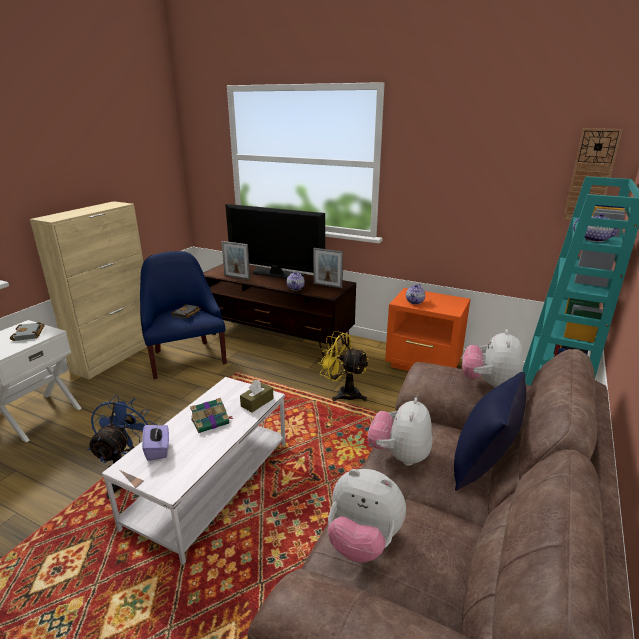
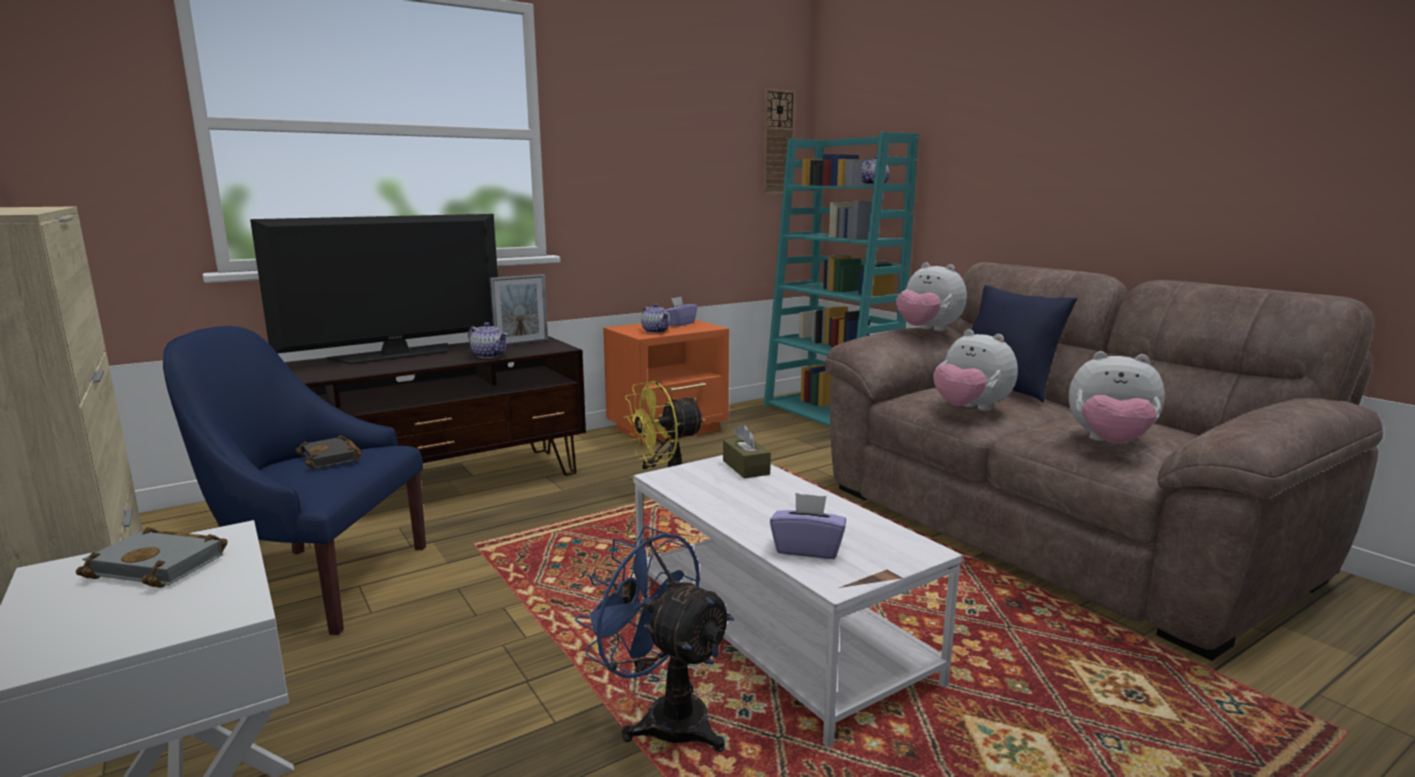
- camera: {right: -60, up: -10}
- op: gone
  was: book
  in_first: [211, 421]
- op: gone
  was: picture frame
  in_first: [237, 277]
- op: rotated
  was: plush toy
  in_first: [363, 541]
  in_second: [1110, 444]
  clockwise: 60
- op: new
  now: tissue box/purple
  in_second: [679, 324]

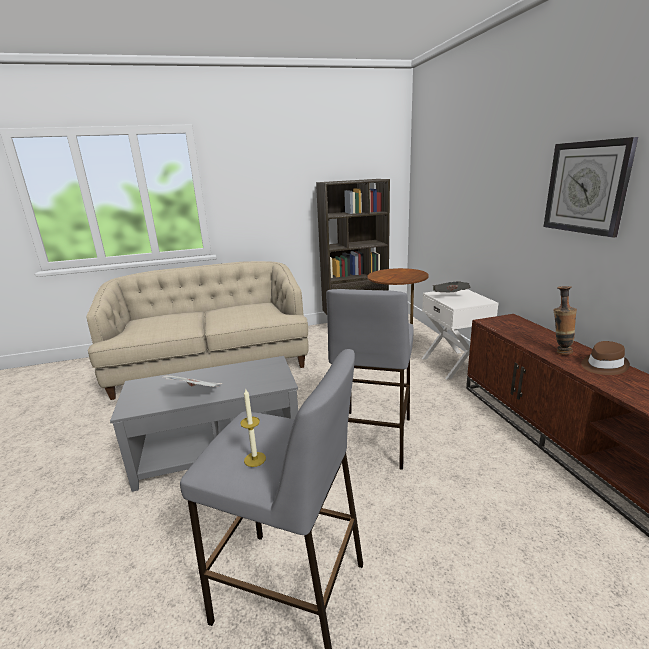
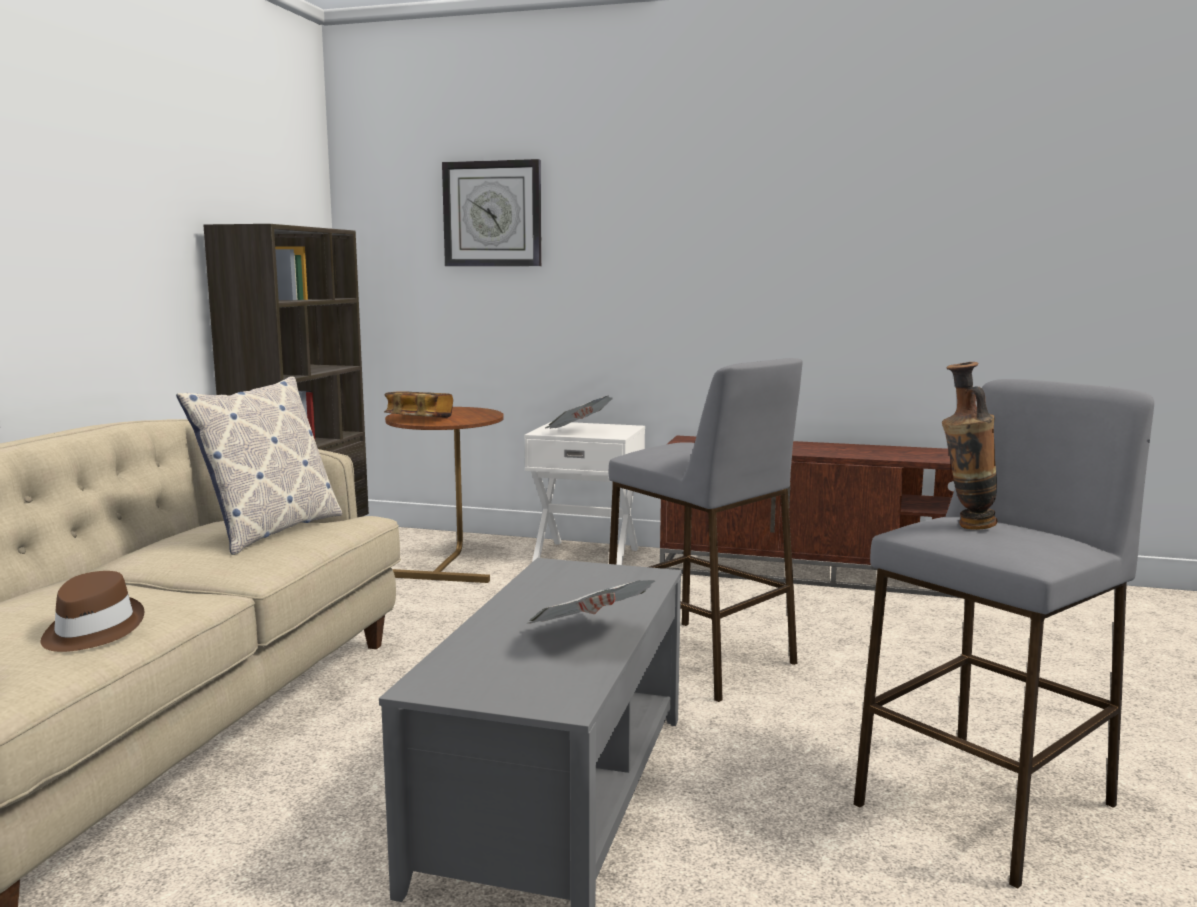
- camera: {right: -60, up: -10}
- op: gone
  was: candle
  in_first: [255, 459]
- op: shifted
  was: wall clock
  in_first: [586, 187]
  in_second: [492, 214]
- op: shifted
  was: vase
  in_first: [559, 351]
  in_second: [964, 526]
- op: shifted
  was: hat/brown
  in_first: [603, 365]
  in_second: [91, 630]
- op: new
  now: pillow
  in_second: [271, 531]
- op: new
  now: book
  in_second: [419, 419]

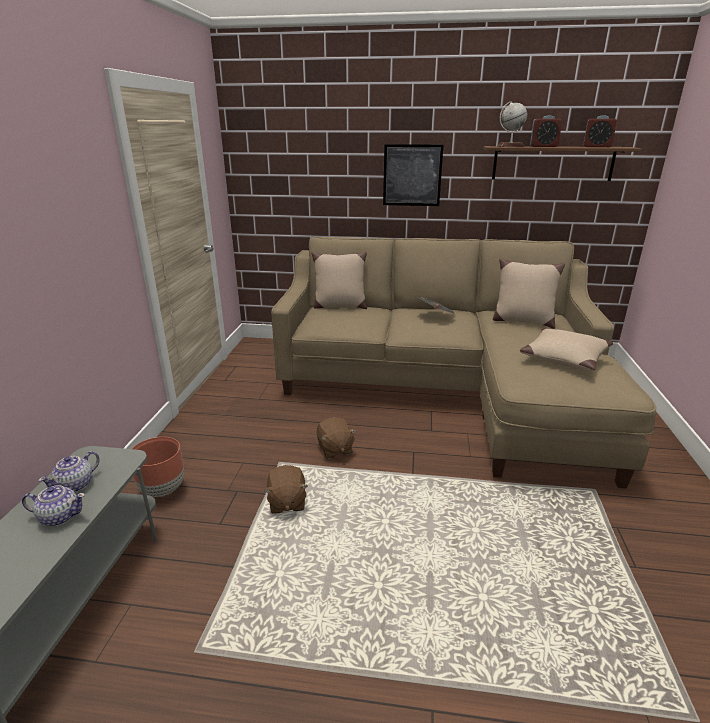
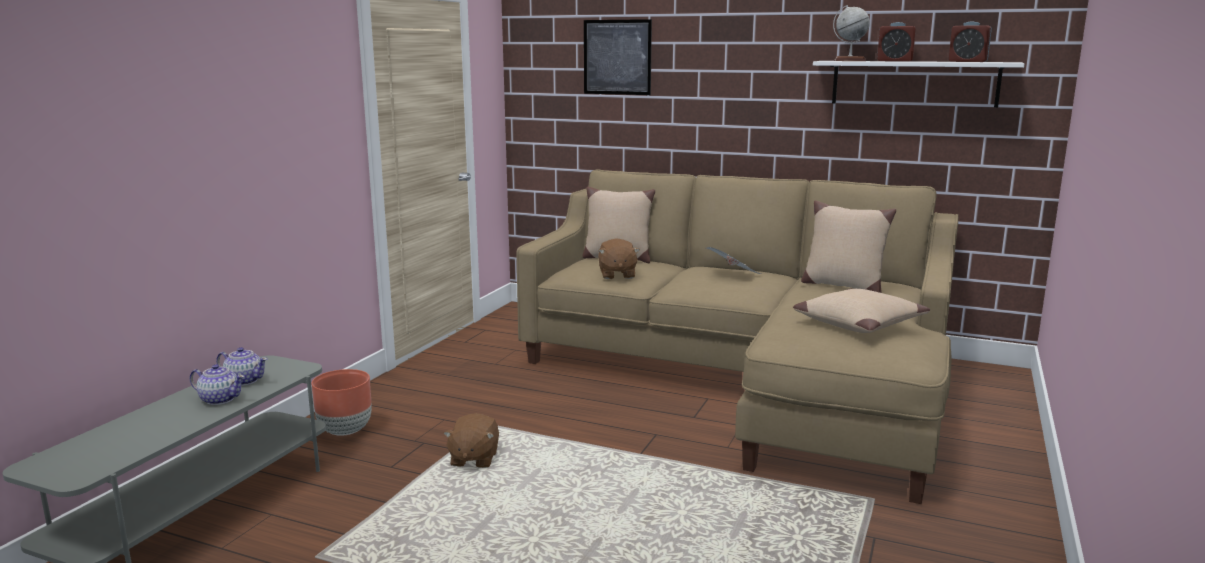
- camera: {right: 15, up: -10}
- op: rotated
  was: teapot
  in_first: [76, 485]
  in_second: [244, 381]
  clockwise: -120
- op: shifted
  was: plush toy/brown
  in_first: [335, 449]
  in_second: [617, 275]
- op: shifted
  was: picture
  in_first: [412, 175]
  in_second: [617, 57]
- op: repainted
  was: shelf/brown
  now: shelf/white
  in_first: [552, 163]
  in_second: [914, 83]

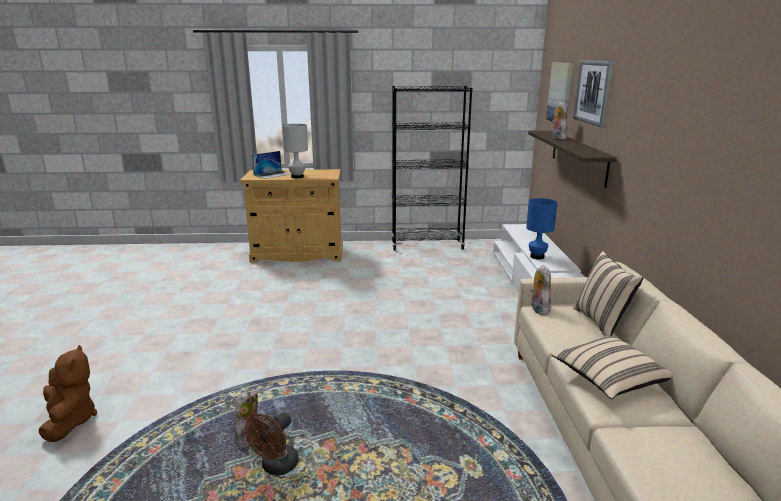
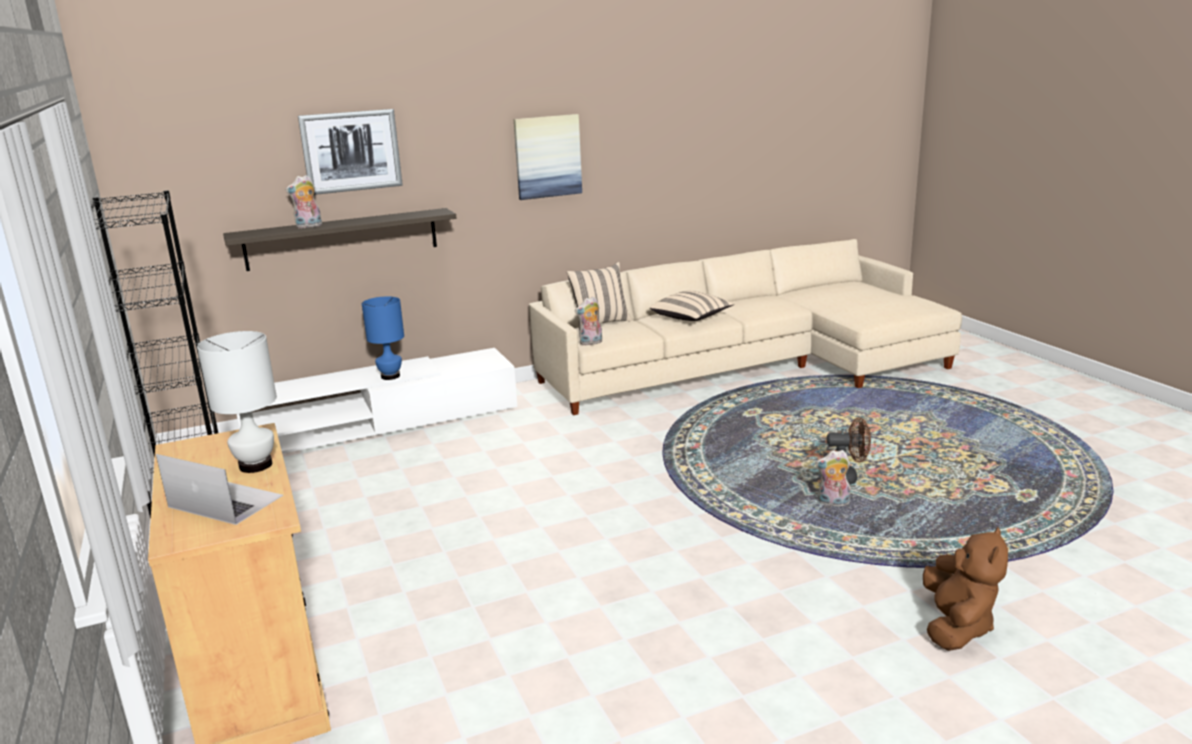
- camera: {right: -110, up: 0}
- op: rotated
  was: plush toy/brown
  in_first: [70, 421]
  in_second: [956, 626]
  clockwise: 150
- op: shifted
  was: picture
  in_first: [560, 93]
  in_second: [547, 156]

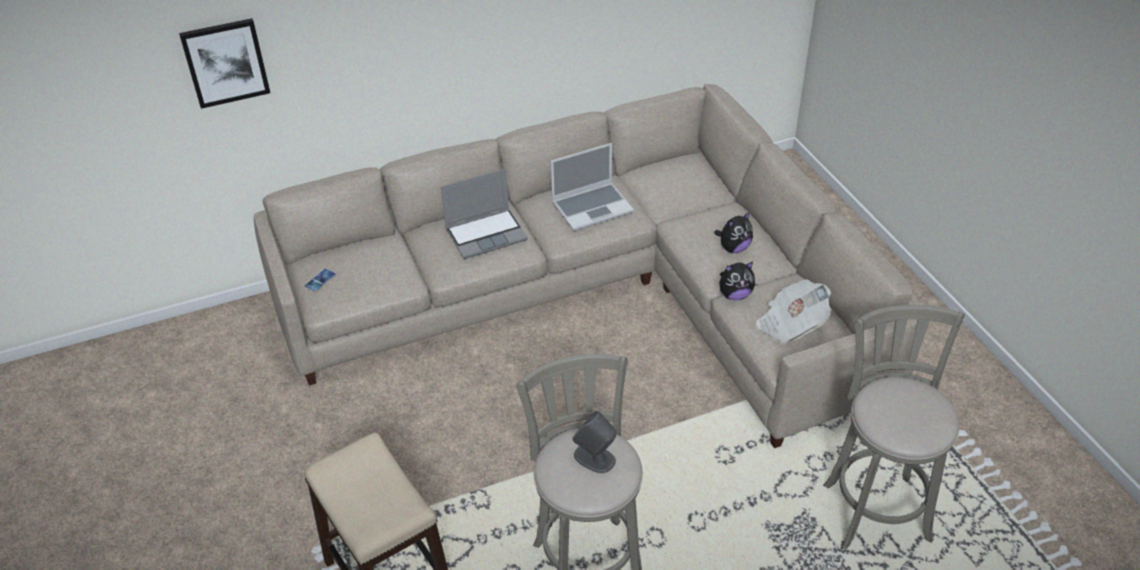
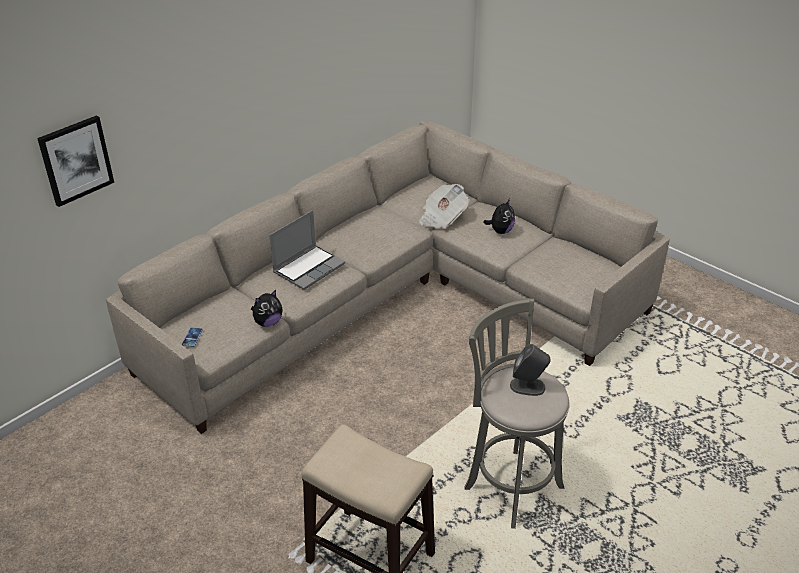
- camera: {right: -25, up: -5}
- op: gone
  was: laptop
  in_first: [592, 207]
- op: shifted
  was: plush toy
  in_first: [734, 295]
  in_second: [268, 322]
- op: shifted
  was: newspaper
  in_first: [791, 324]
  in_second: [442, 218]
- op: gone
  was: stool/grey
  in_first: [875, 507]

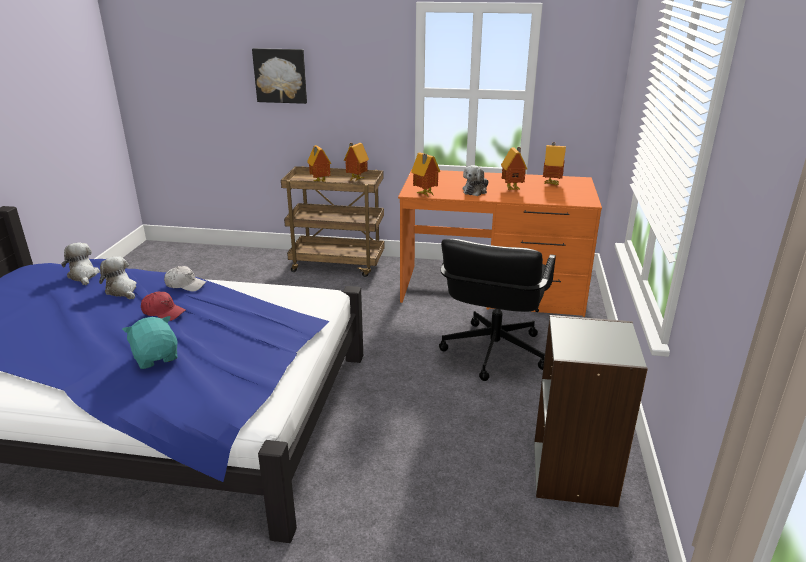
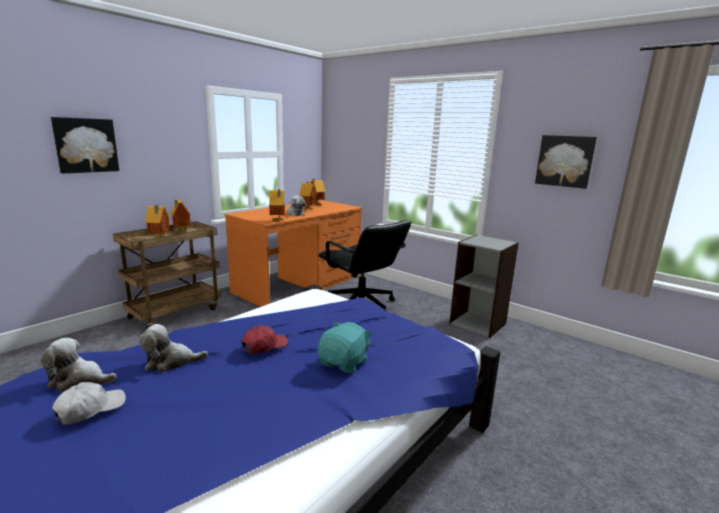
- camera: {right: -60, up: -10}
- op: rotated
  was: plush toy/turquoise
  in_first: [156, 357]
  in_second: [344, 363]
  clockwise: 120
- op: shifted
  was: cap/white
  in_first: [185, 285]
  in_second: [90, 409]
- op: new
  now: picture
  in_second: [565, 161]

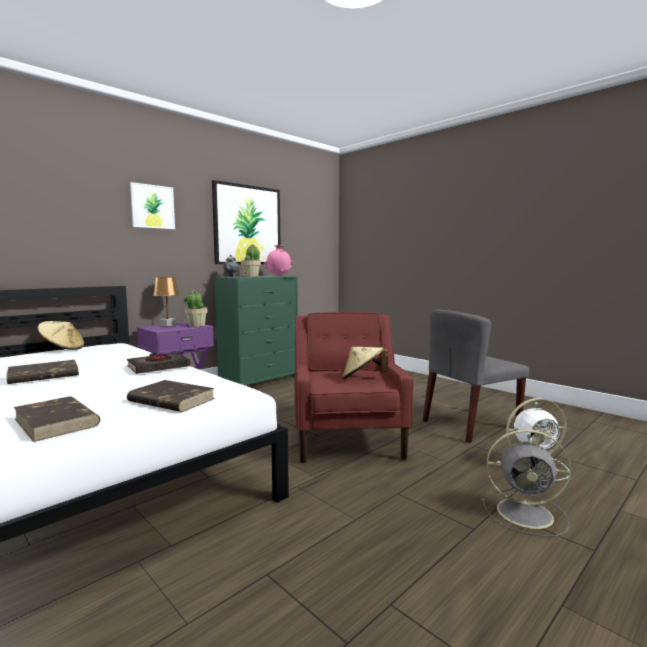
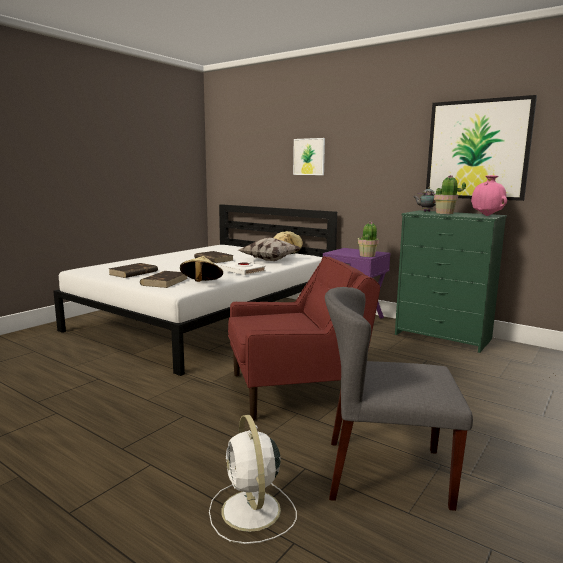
- camera: {right: 80, up: 5}
- op: repainted
  was: book/black
  now: book/white
  in_first: [158, 367]
  in_second: [243, 271]
- op: shifted
  was: picture
  in_first: [152, 206]
  in_second: [309, 156]
- op: gone
  was: table lamp/brown
  in_first: [167, 325]
- op: shifted
  was: hat/beige
  in_first: [363, 378]
  in_second: [201, 284]
- op: rotated
  was: chair/grey
  in_first: [470, 425]
  in_second: [385, 473]
  clockwise: -45
- op: gone
  was: fan/grey
  in_first: [527, 513]
- op: new
  now: pillow
  in_second: [269, 260]

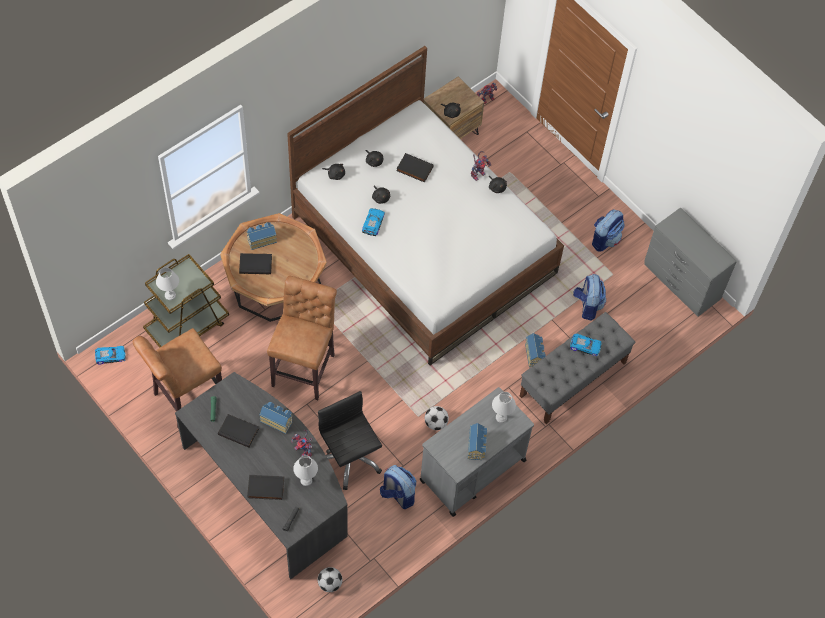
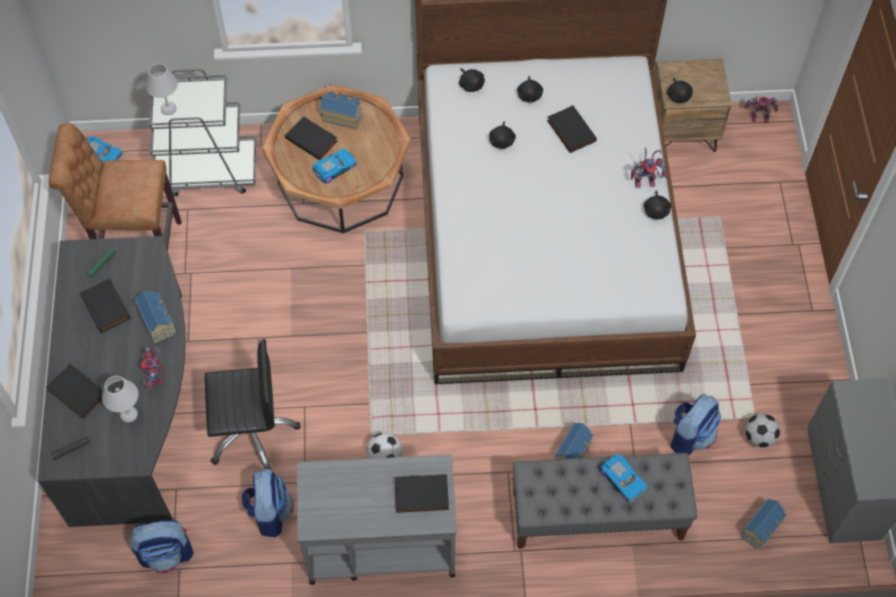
- camera: {right: 40, up: 0}
- op: repainted
  was: cart/brown
  now: cart/grey
  in_first: [187, 325]
  in_second: [207, 170]
- op: gone
  was: stool/brown
  in_first: [305, 367]
- op: rotated
  was: office chair/black
  in_first: [349, 458]
  in_second: [251, 431]
  clockwise: 75
- op: shifted
  was: football
  in_first: [330, 583]
  in_second: [759, 437]
- op: shifted
  was: toy car
  in_first: [372, 223]
  in_second: [334, 167]
- op: shifted
  was: toy house
  in_first: [477, 446]
  in_second: [762, 529]
- op: swapped
  was: table lamp/white
  now: book/black
  in_first: [501, 418]
  in_second: [421, 496]
- op: shifted
  was: backpack
  in_first: [605, 239]
  in_second: [167, 553]

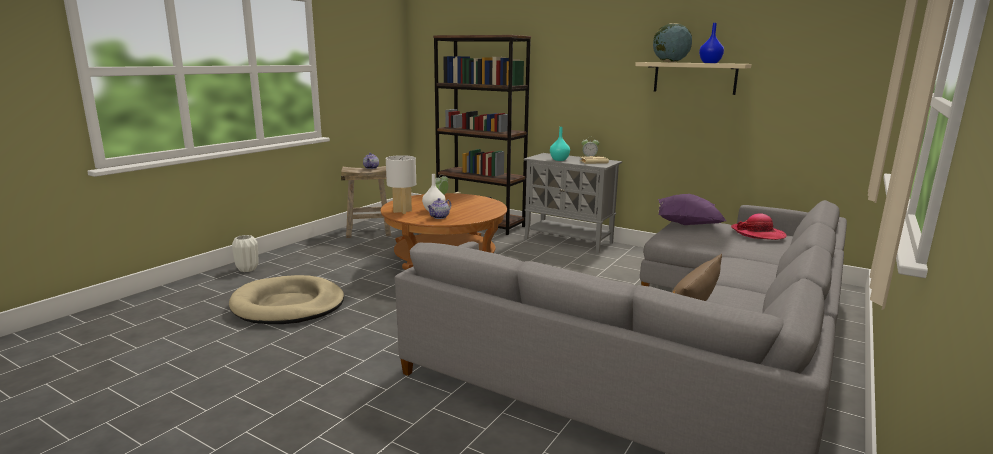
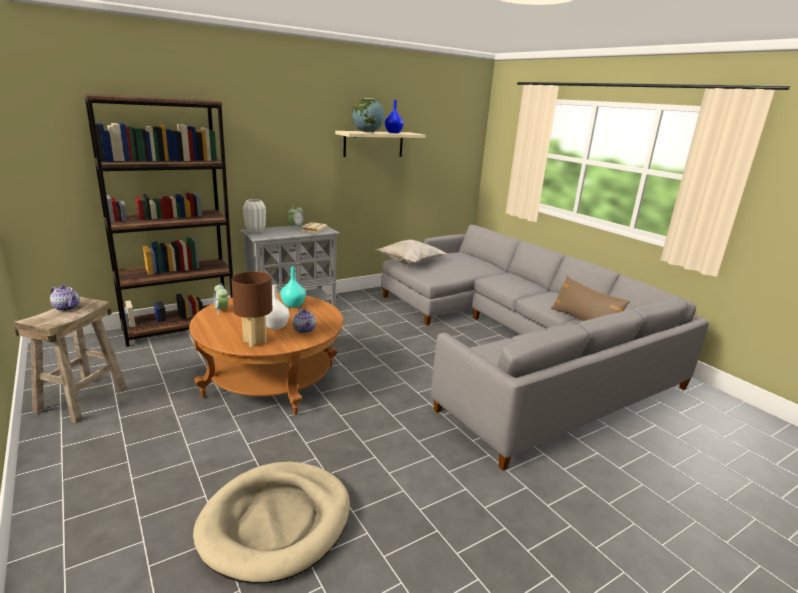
- camera: {right: -65, up: 5}
- op: shifted
  was: vase/white
  in_first: [247, 269]
  in_second: [255, 231]
- op: repainted
  was: table lamp/white
  now: table lamp/brown
  in_first: [402, 211]
  in_second: [255, 342]
- op: shifted
  was: vase/turquoise
  in_first: [559, 160]
  in_second: [292, 305]
- op: repainted
  was: pillow/purple
  now: pillow/white
  in_first: [686, 224]
  in_second: [409, 263]
- op: gone
  was: hat
  in_first: [758, 234]

